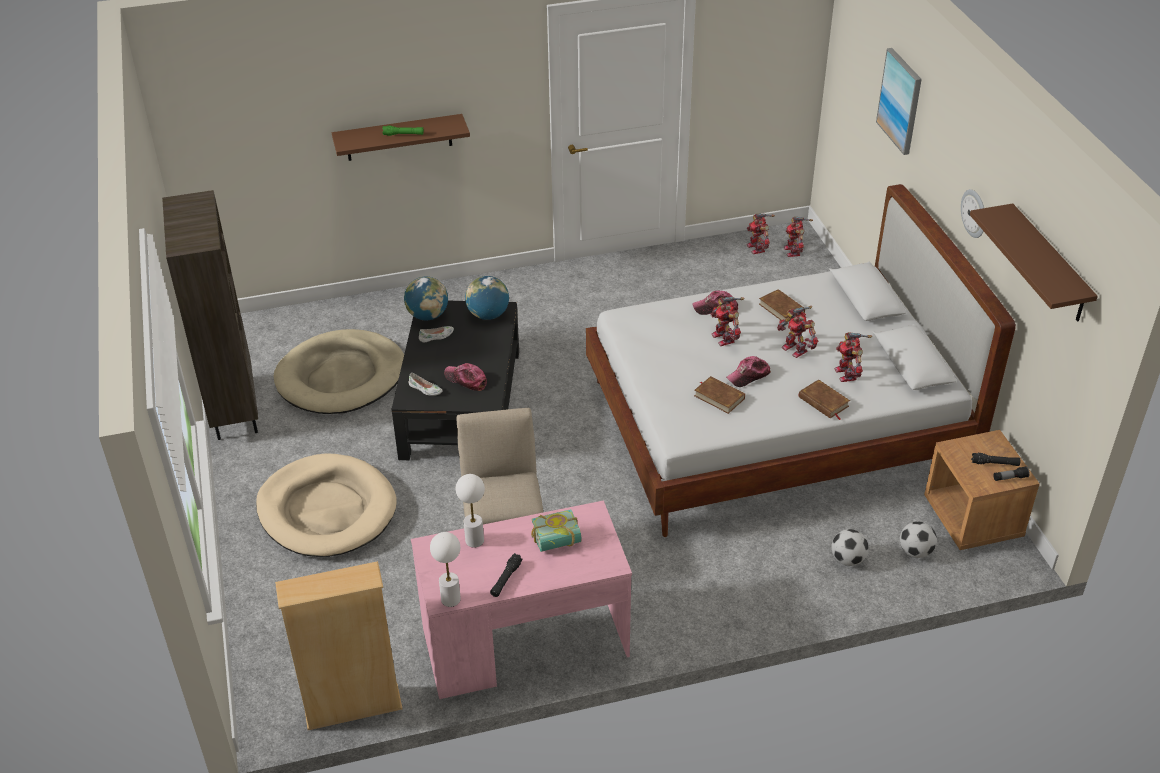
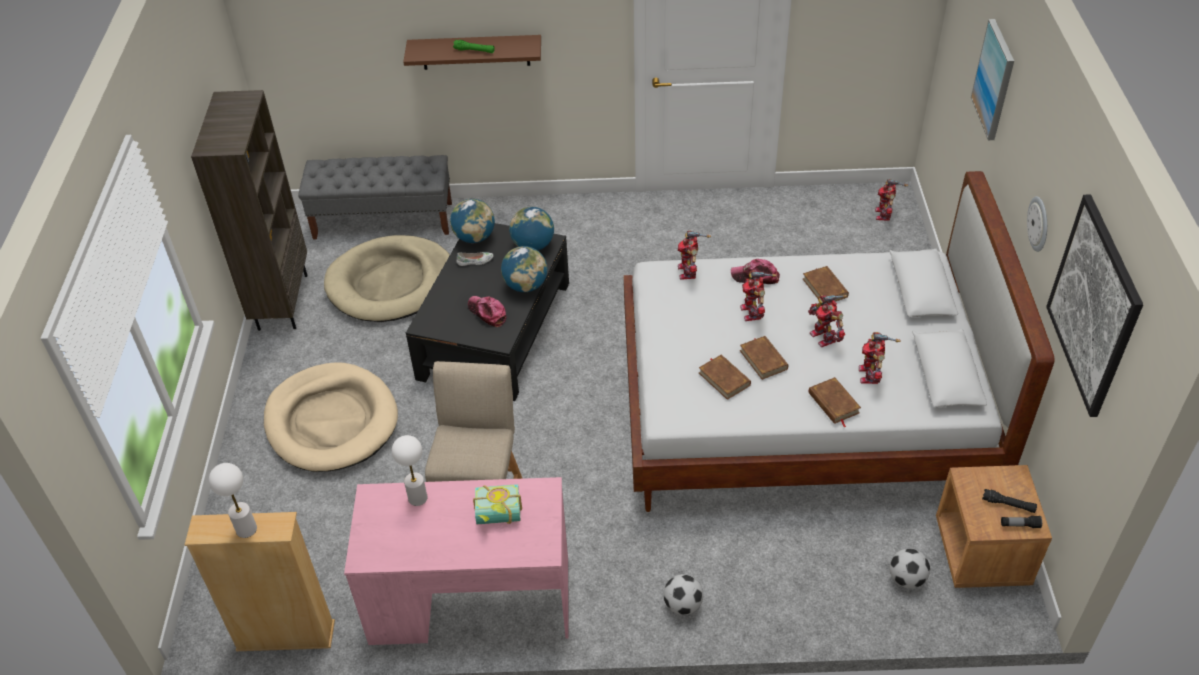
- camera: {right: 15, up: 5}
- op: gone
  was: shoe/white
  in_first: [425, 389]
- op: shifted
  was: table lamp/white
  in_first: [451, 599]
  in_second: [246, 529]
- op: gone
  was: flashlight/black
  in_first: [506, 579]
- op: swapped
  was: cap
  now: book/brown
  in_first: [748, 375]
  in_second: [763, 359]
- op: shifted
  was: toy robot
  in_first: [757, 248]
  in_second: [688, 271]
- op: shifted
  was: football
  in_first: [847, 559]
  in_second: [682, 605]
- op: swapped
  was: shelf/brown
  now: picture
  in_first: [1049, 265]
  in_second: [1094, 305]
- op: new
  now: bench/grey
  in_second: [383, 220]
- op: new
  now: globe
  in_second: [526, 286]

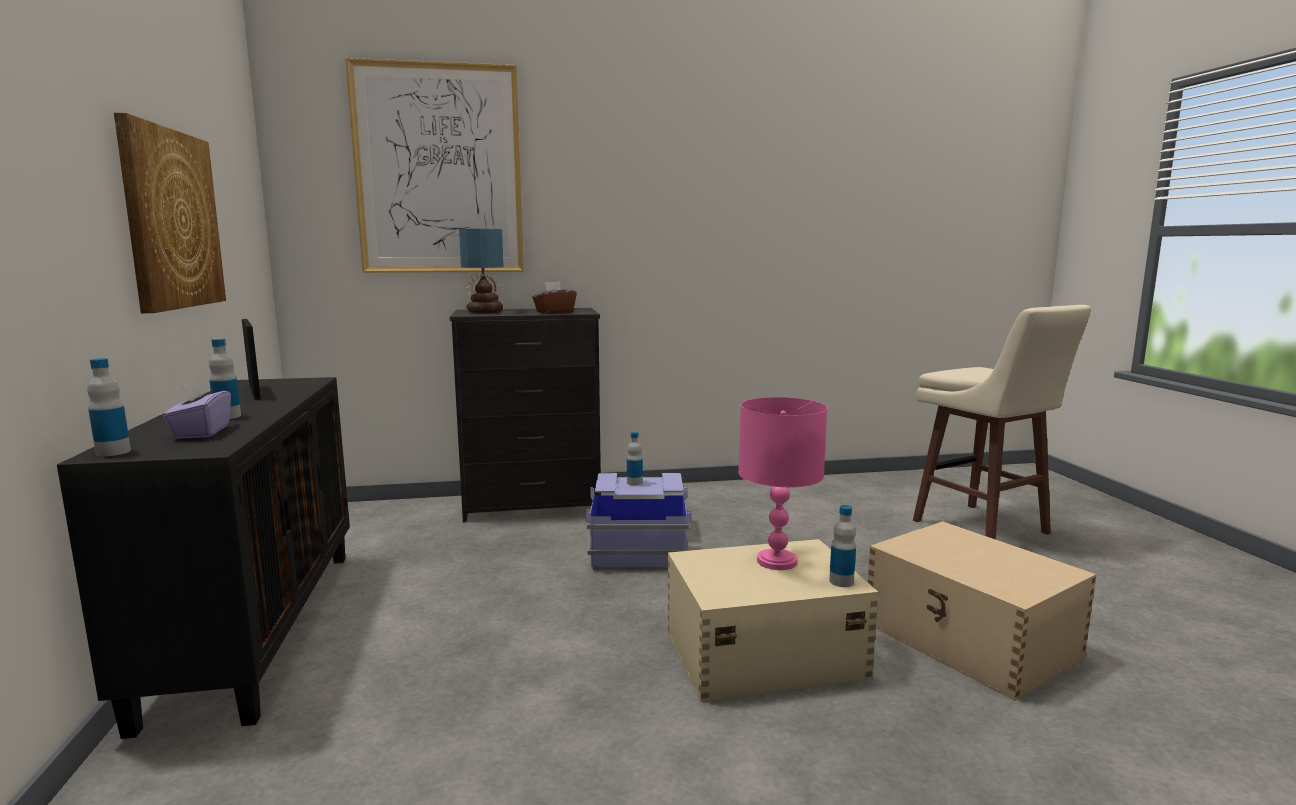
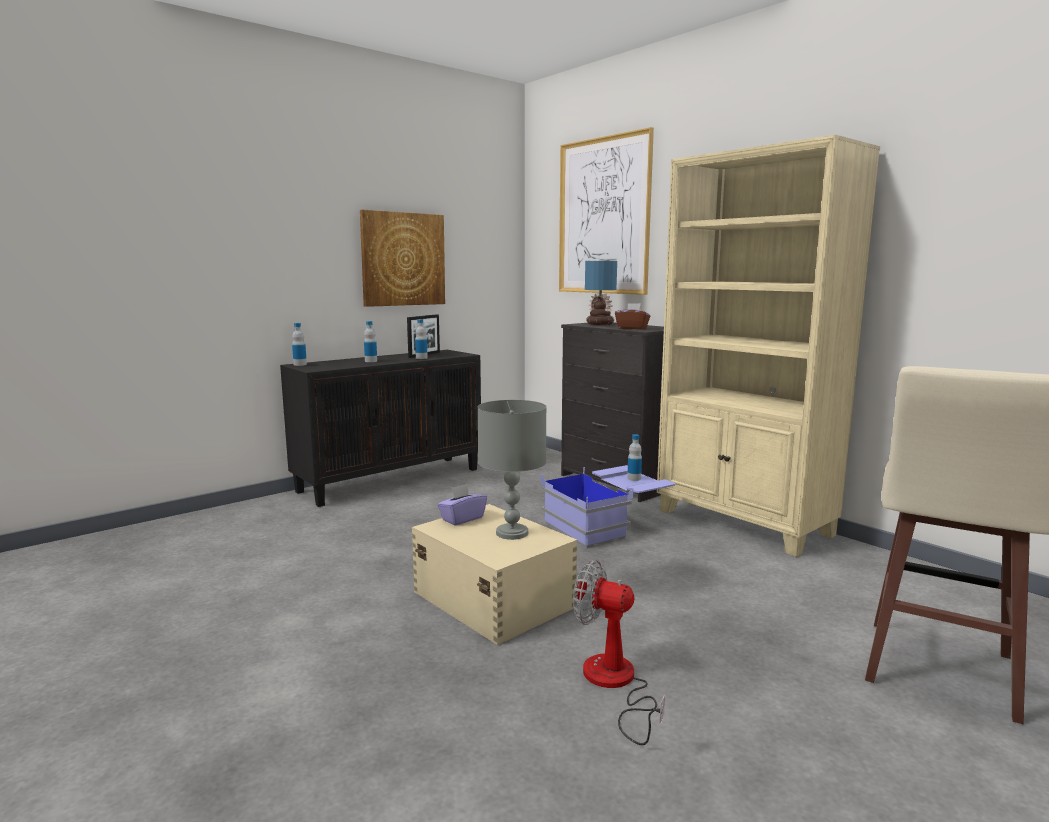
- camera: {right: 60, up: 0}
- op: shifted
  was: tissue box/purple
  in_first: [201, 432]
  in_second: [462, 519]
- op: repainted
  was: table lamp/pink
  now: table lamp/grey
  in_first: [777, 561]
  in_second: [513, 533]
- op: shifted
  was: bottle
  in_first: [841, 581]
  in_second: [421, 358]
- op: swapped
  was: storage box/beige
  now: fan
  in_first: [971, 640]
  in_second: [615, 684]
- op: new
  now: bookcase/beige
  in_second: [744, 523]

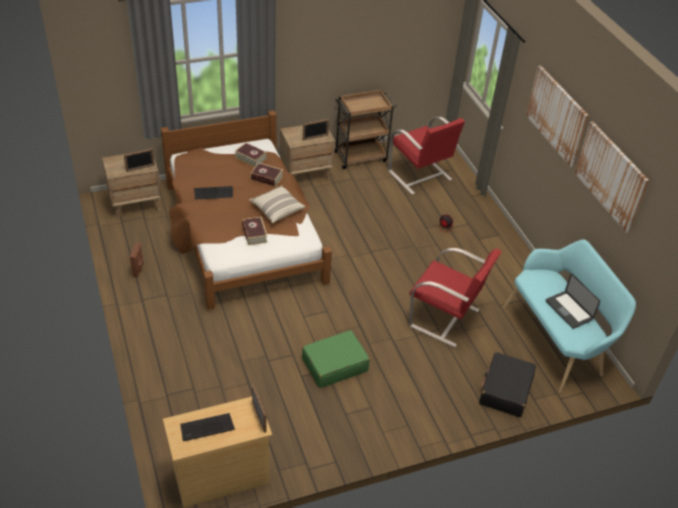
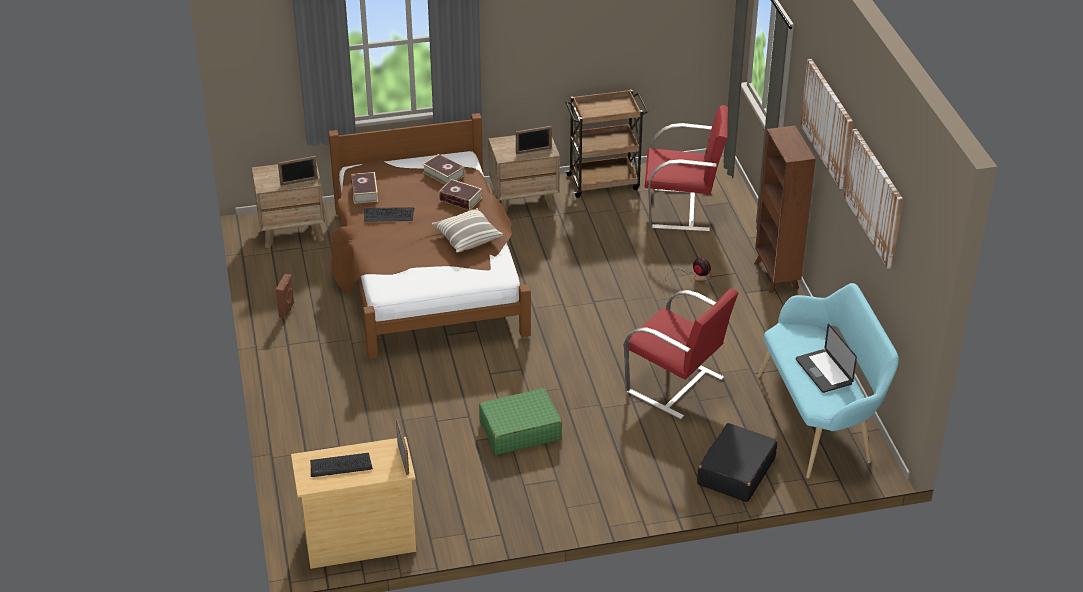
- camera: {right: 10, up: -5}
- op: shifted
  was: book
  in_first: [254, 234]
  in_second: [364, 192]
- op: rotated
  was: armchair/red
  in_first: [420, 176]
  in_second: [682, 209]
  clockwise: -60
- op: new
  now: bookcase/brown
  in_second: [776, 276]

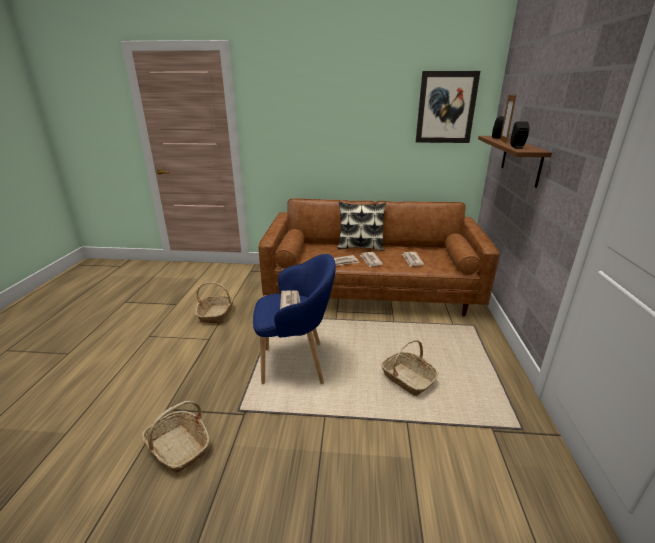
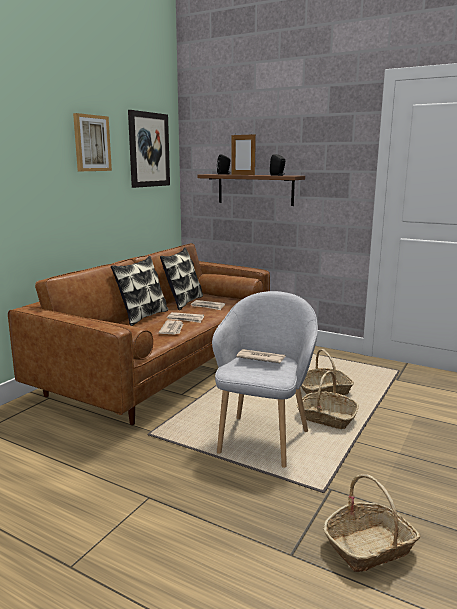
- camera: {right: -65, up: -10}
- op: shifted
  was: basket
  in_first: [216, 314]
  in_second: [326, 418]
- op: repainted
  was: armchair/blue
  now: armchair/grey
  in_first: [296, 364]
  in_second: [263, 439]
- op: new
  now: picture
  in_second: [91, 143]
- op: new
  now: pillow
  in_second: [183, 302]

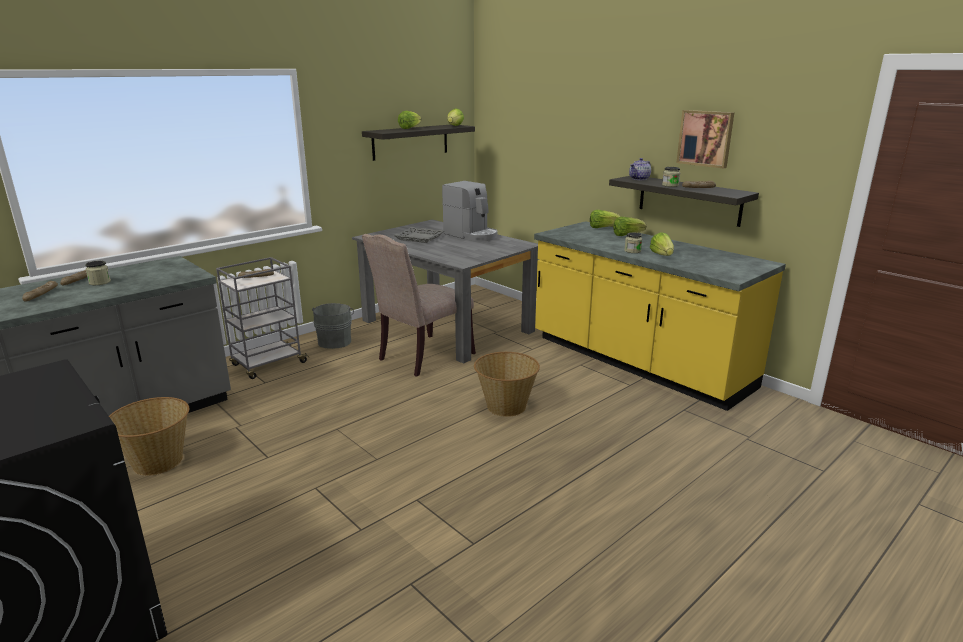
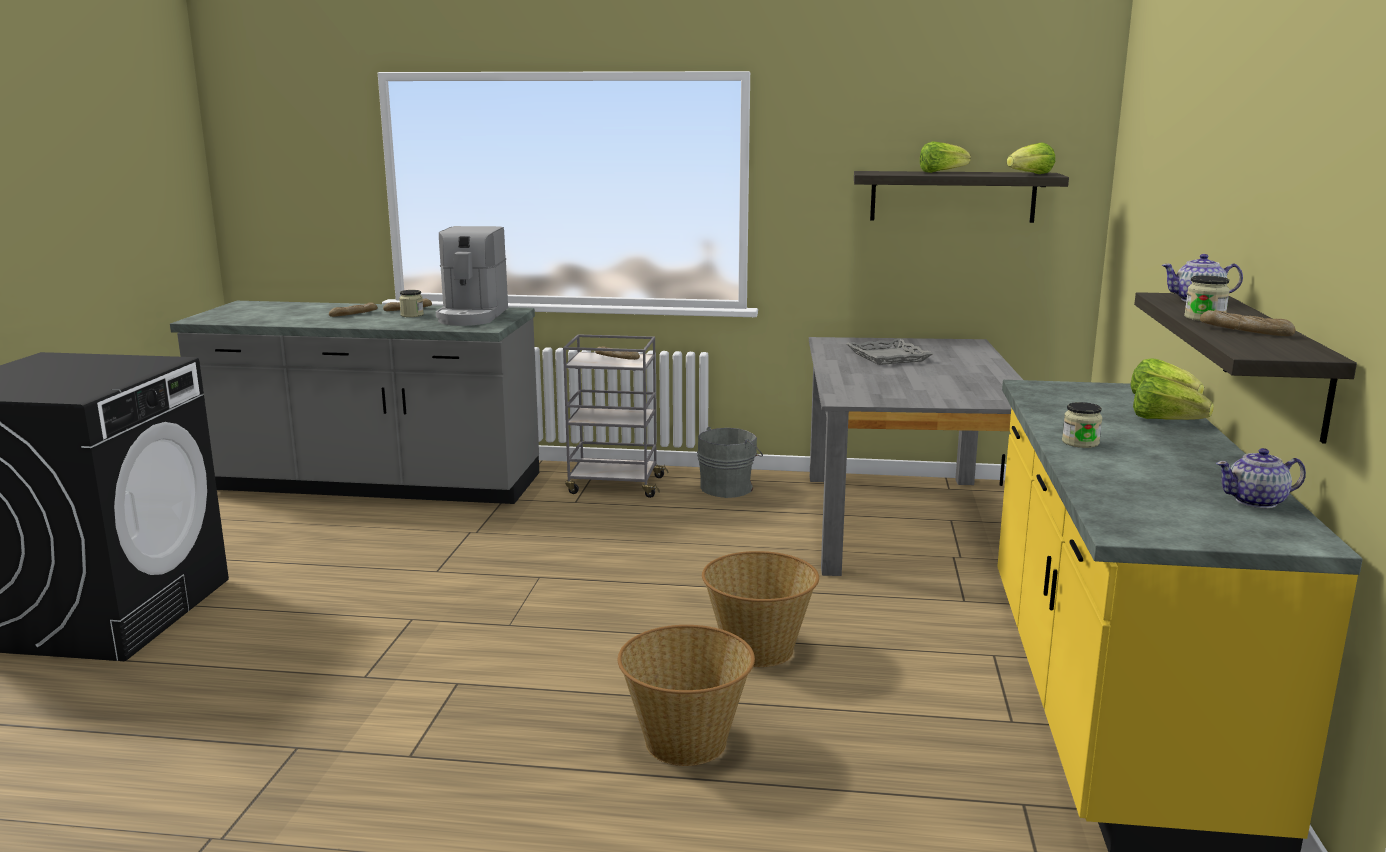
- camera: {right: 50, up: -5}
- op: shifted
  was: basket
  in_first: [157, 461]
  in_second: [686, 741]
- op: gone
  was: chair/beige
  in_first: [422, 357]
- op: shifted
  was: coffee machine
  in_first: [472, 235]
  in_second: [472, 316]
- op: gone
  was: lettuce
  in_first: [662, 255]
- op: gone
  was: picture
  in_first: [705, 138]
- op: new
  now: teapot
  in_second: [1256, 501]

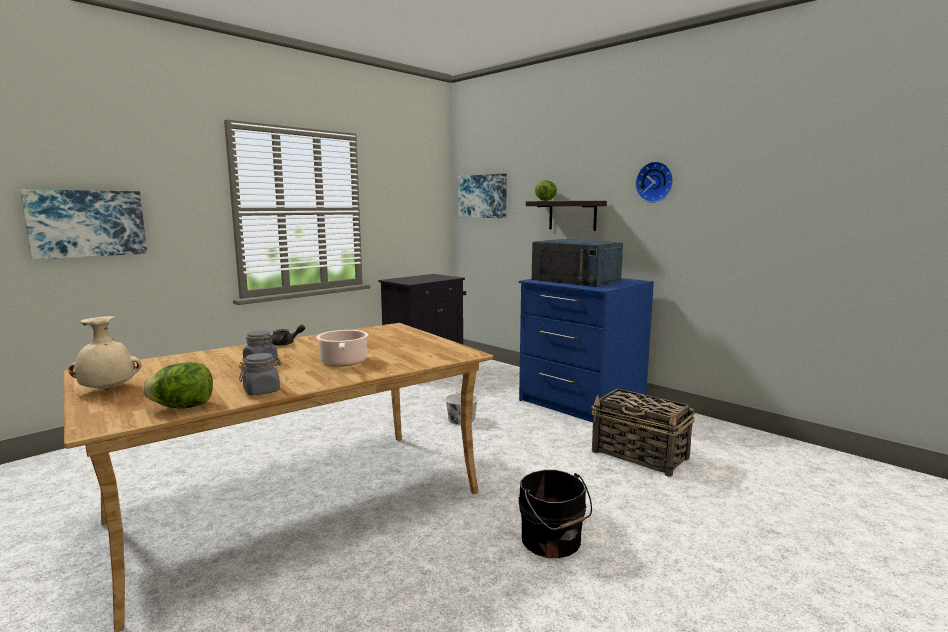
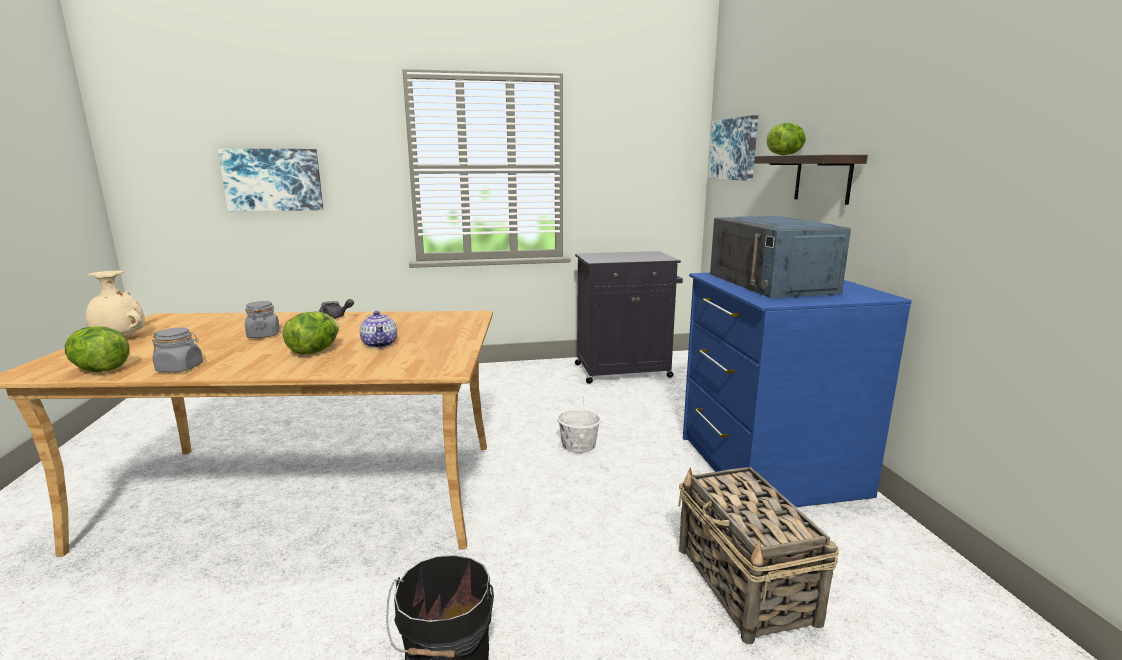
- camera: {right: 35, up: 5}
- op: swapped
  was: cooking pot
  now: lettuce
  in_first: [343, 362]
  in_second: [314, 351]
- op: gone
  was: wall clock
  in_first: [655, 182]
- op: new
  now: teapot
  in_second: [380, 344]

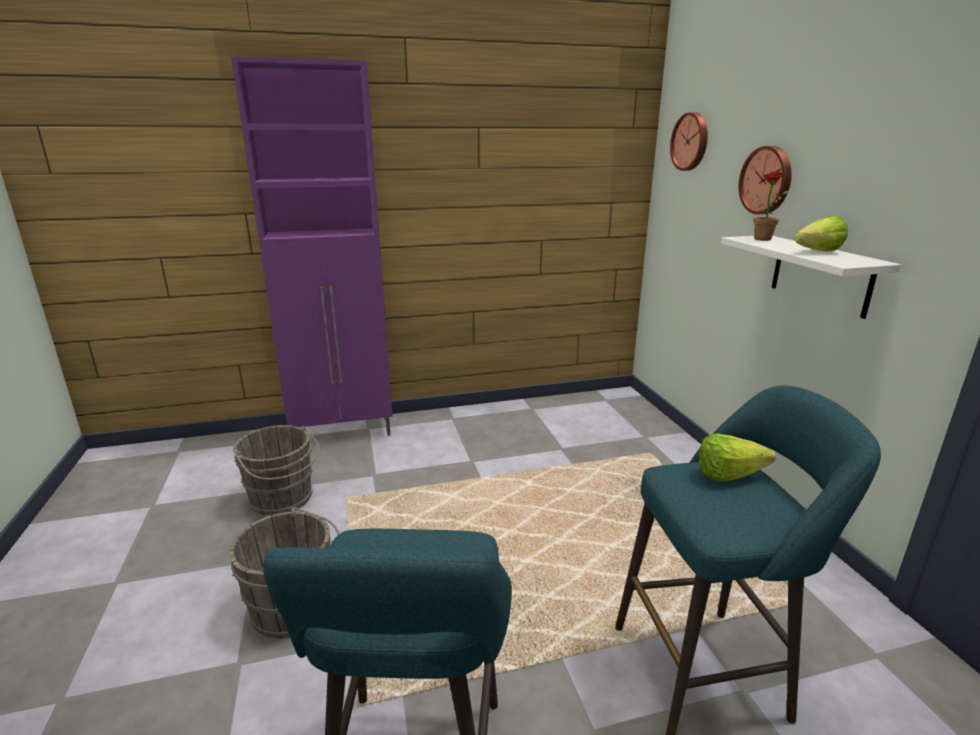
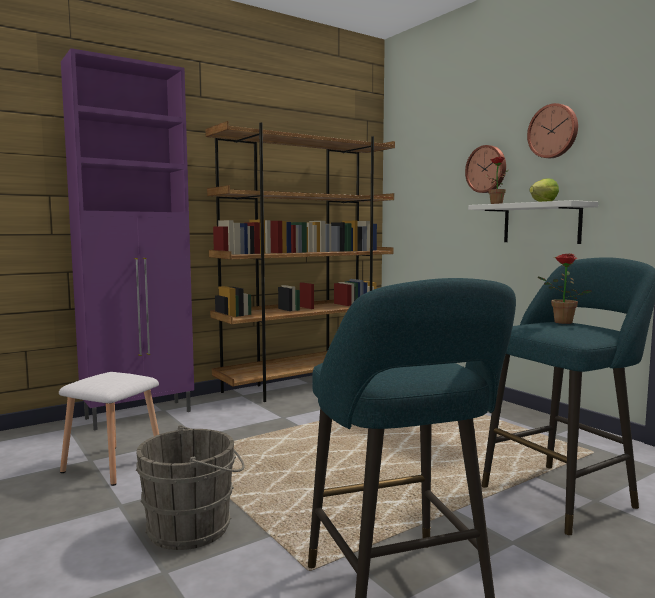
- camera: {right: -20, up: -15}
- op: swapped
  was: bucket/grey
  now: stool/white
  in_first: [283, 500]
  in_second: [114, 464]
- op: shifted
  was: wall clock
  in_first: [691, 142]
  in_second: [553, 131]
- op: swapped
  was: lettuce
  now: potted plant
  in_first: [735, 476]
  in_second: [560, 322]
- op: new
  now: bookcase/brown
  in_second: [307, 384]

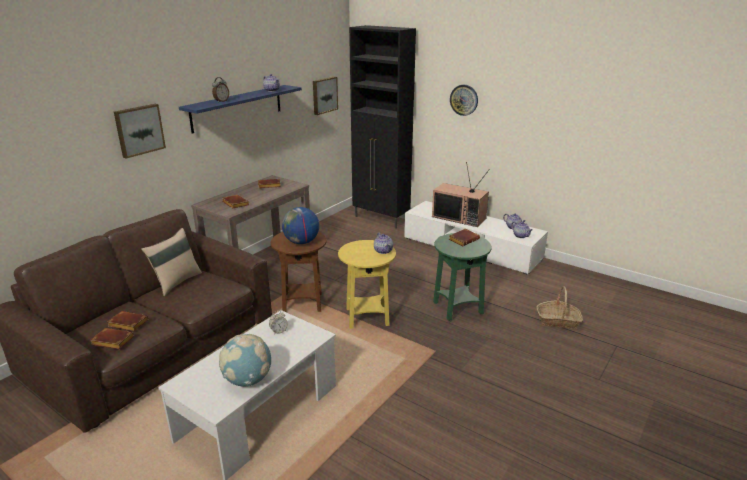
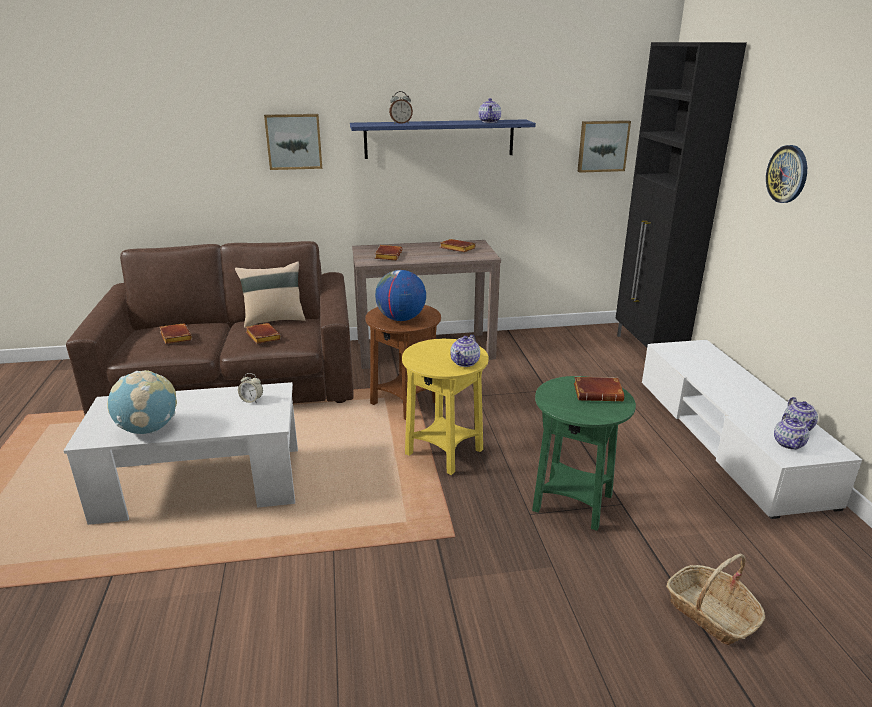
- camera: {right: 45, up: 0}
- op: shifted
  was: book/brown
  in_first: [111, 342]
  in_second: [261, 336]
- op: gone
  was: television
  in_first: [460, 217]

